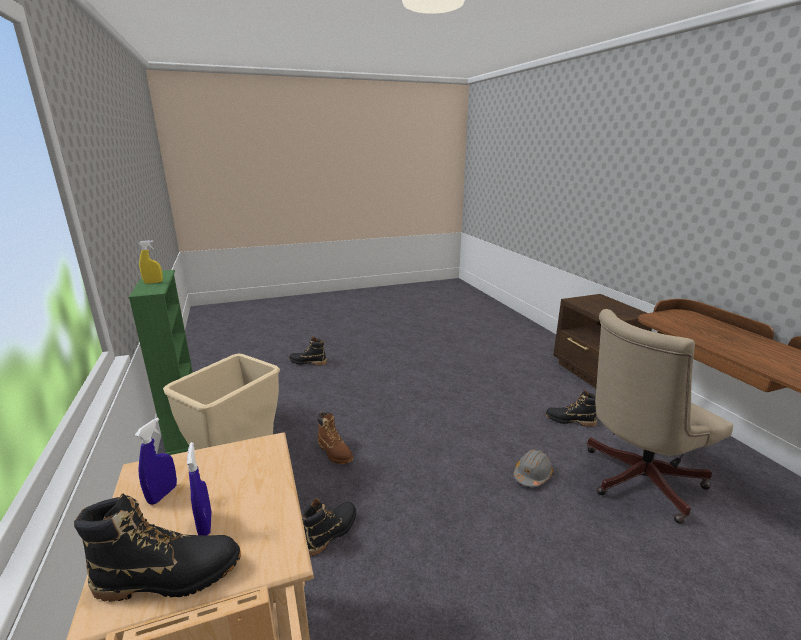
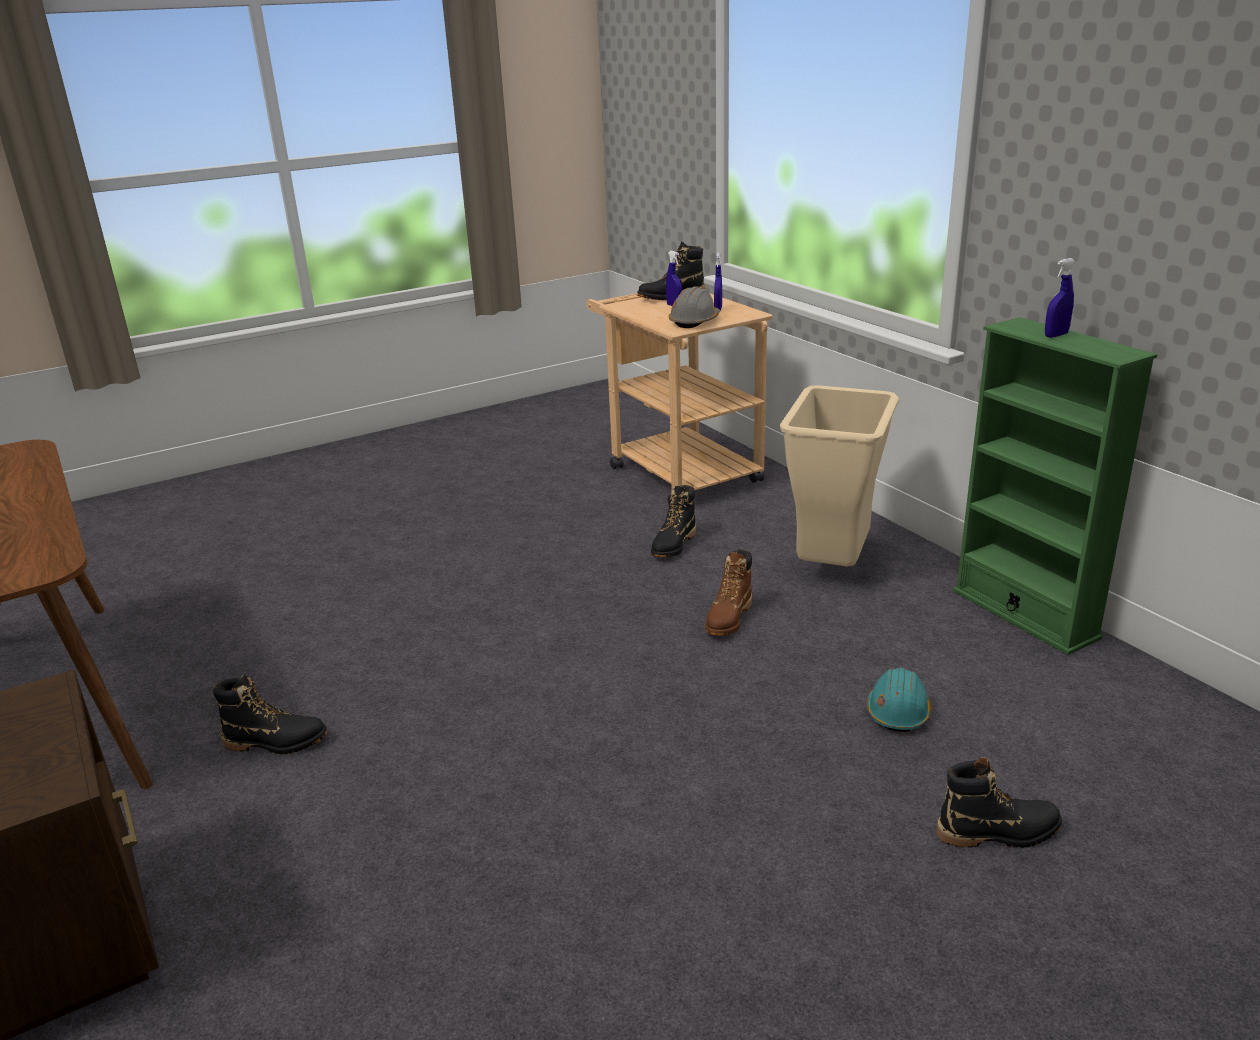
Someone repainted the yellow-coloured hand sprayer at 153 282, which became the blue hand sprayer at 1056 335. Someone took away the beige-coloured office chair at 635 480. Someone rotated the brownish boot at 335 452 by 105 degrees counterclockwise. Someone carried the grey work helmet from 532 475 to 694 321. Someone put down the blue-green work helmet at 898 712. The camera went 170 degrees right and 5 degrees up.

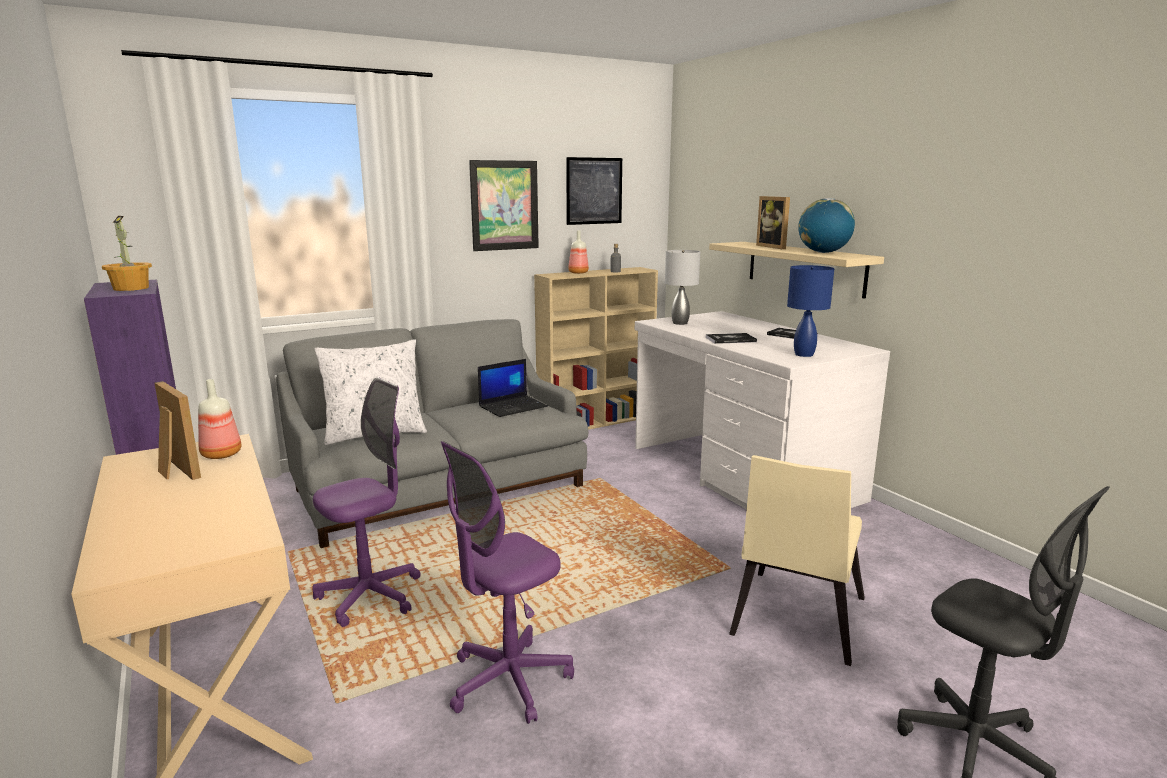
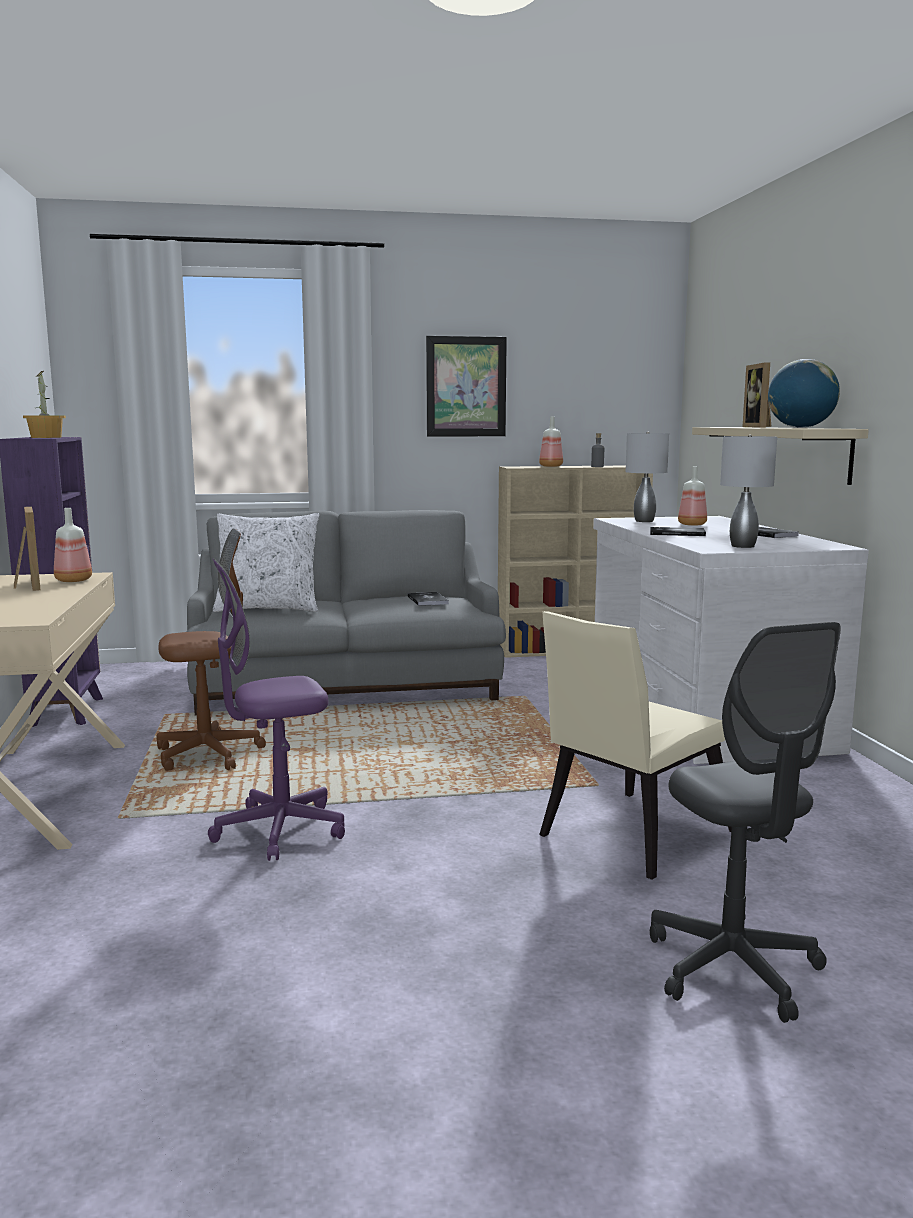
Someone took away the wall picture at 594 191. Someone repainted the blue table lamp at 803 354, which became the grey table lamp at 742 546. Someone swapped the portable computer at 513 406 for the bound book at 427 600. Someone repainted the purple office chair at 370 596, which became the brownish office chair at 208 754. Someone put down the bottle at 693 524. The camera went 20 degrees right and 5 degrees down.

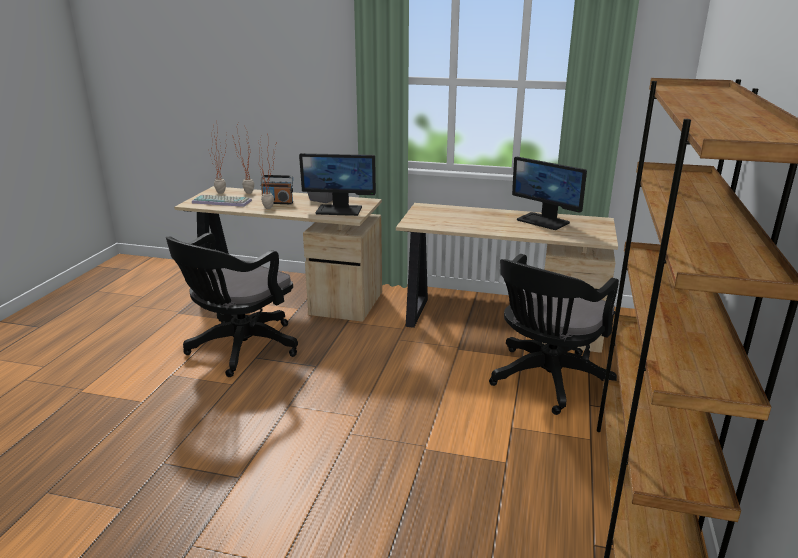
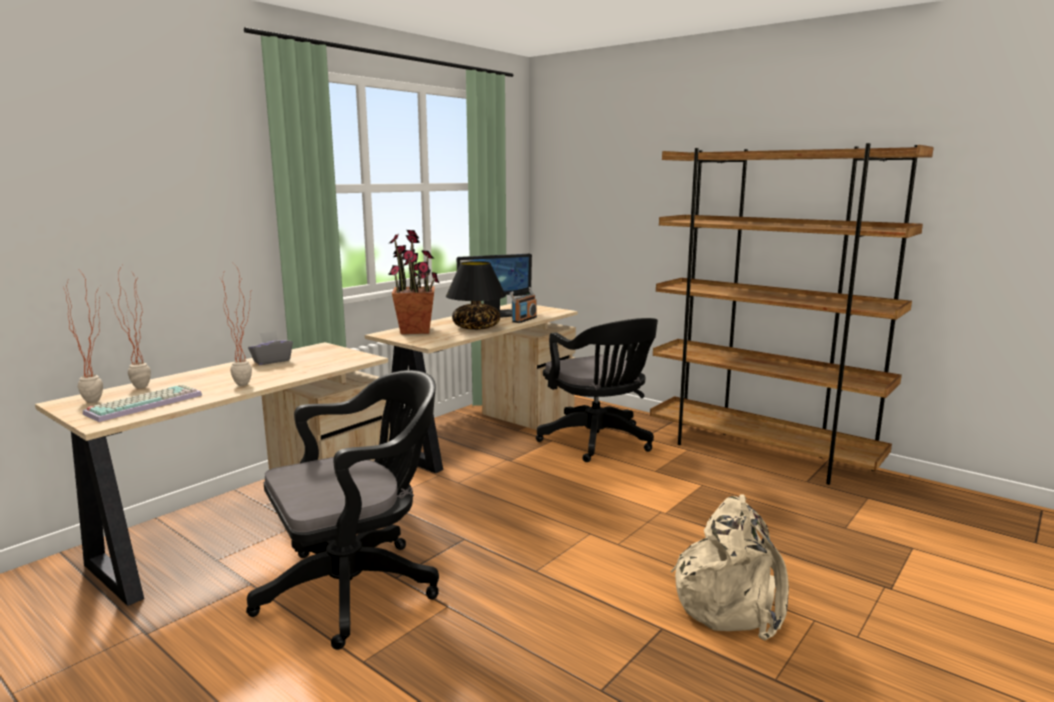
Someone took away the monitor at 339 210. Someone carried the radio from 278 202 to 524 319. Someone rotated the black office chair at 239 349 by 90 degrees counterclockwise. Someone put down the houseplant at 415 331. Someone put down the black table lamp at 476 327. Someone put down the beige-coloured rucksack at 731 602. The camera went 65 degrees left and 10 degrees down.

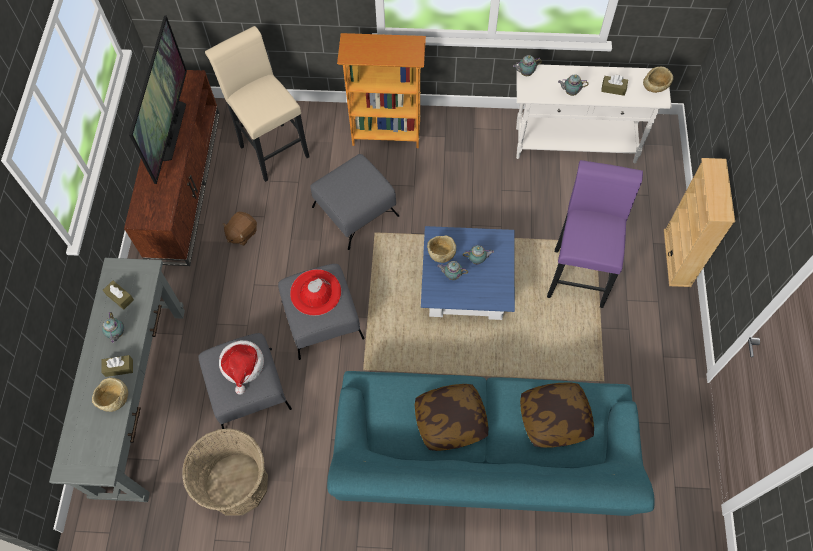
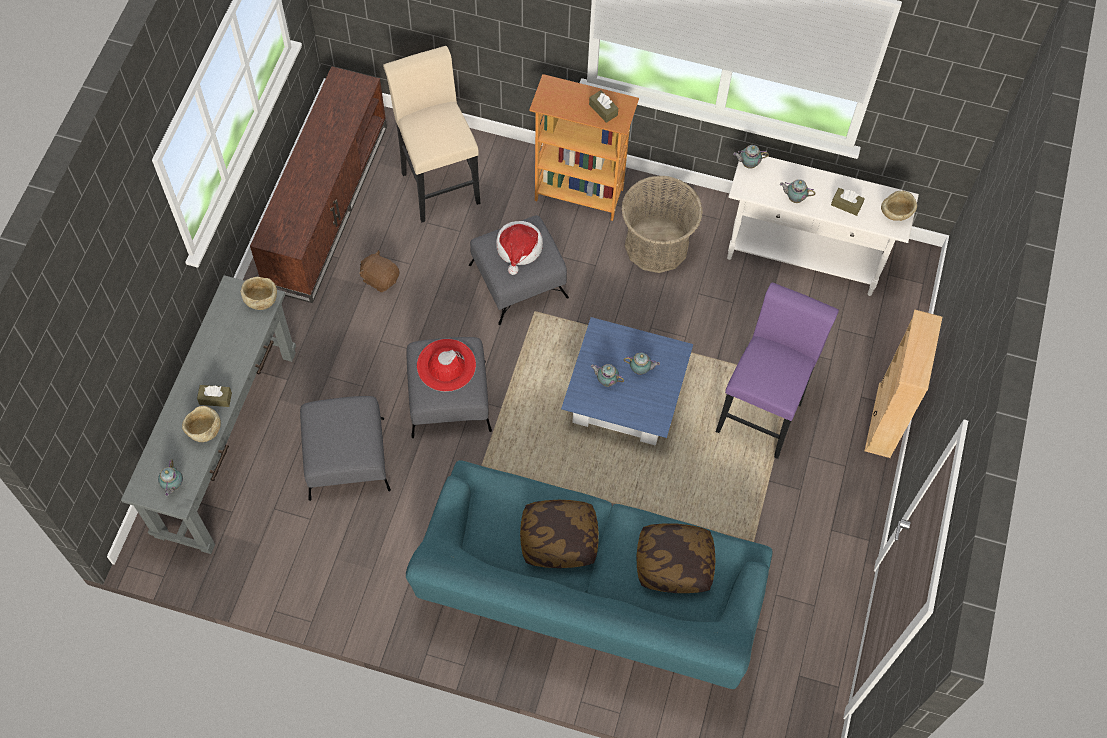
Someone took away the TV at 171 131. Someone rotated the brownish soft toy at 242 233 by 75 degrees clockwise. Someone carried the beige-coloured deep dish from 441 254 to 261 300. Someone carried the brownish tissue holder from 120 297 to 603 110. Someone carried the teapot from 117 334 to 173 485. Someone carried the wearable hat from 242 366 to 519 249. Someone carried the storage basket from 236 484 to 656 245. The camera went 10 degrees right and 0 degrees up.

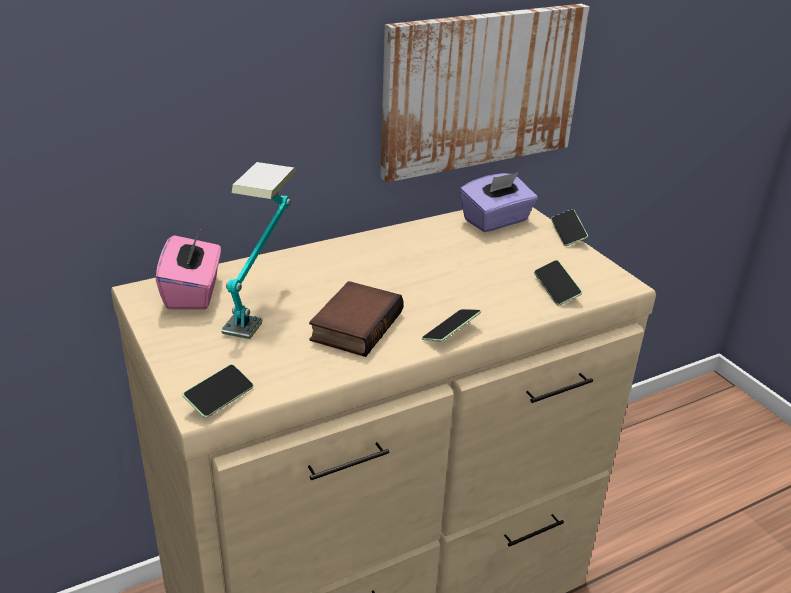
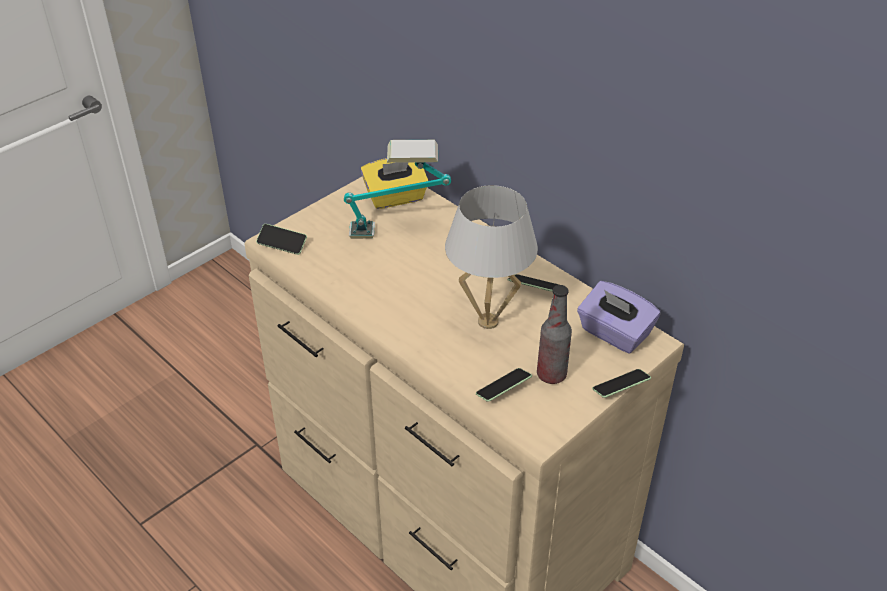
Someone took away the wall picture at 481 89. Someone repainted the pinkish tissue holder at 193 293, which became the yellow-coloured tissue holder at 395 197. Someone took away the bound book at 355 325. Someone carried the phone from 451 332 to 533 288. Someone put down the whitish table lamp at 488 322. Someone put down the bottle at 551 375. The camera went 75 degrees right and 10 degrees up.

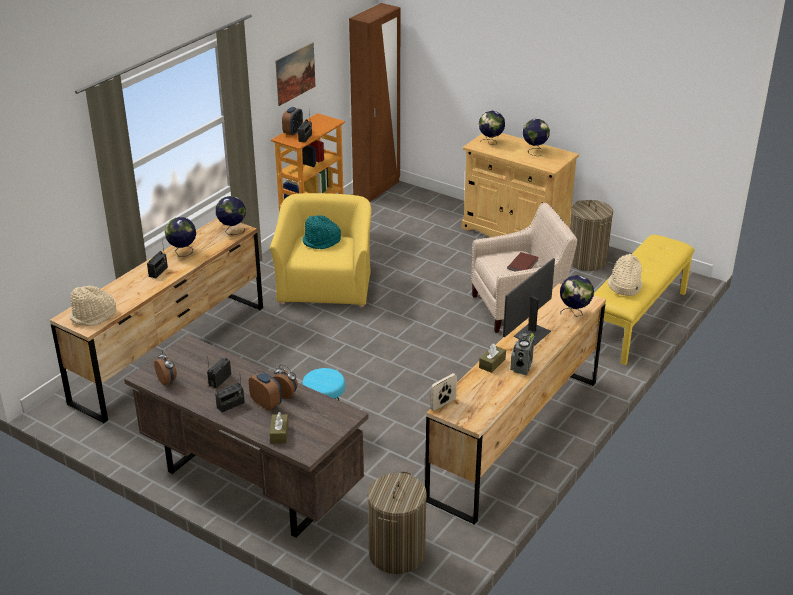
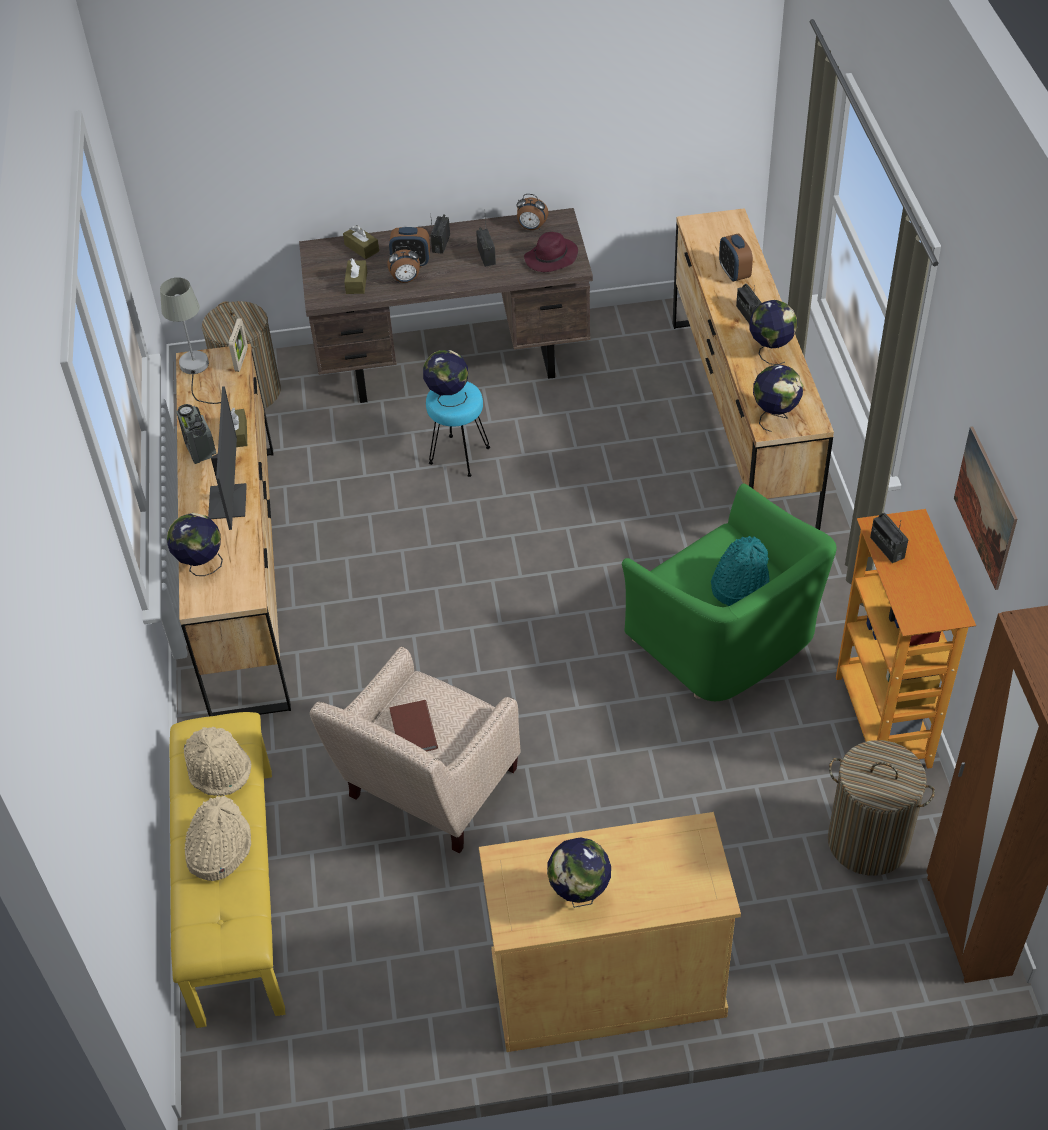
Someone carried the bedside clock from 293 132 to 734 273. Someone carried the globe from 491 142 to 448 399. Someone repainted the yellow-coloured easy chair at 325 286, which became the green-coloured easy chair at 726 639. Someone carried the laundry basket from 586 260 to 867 841. Someone carried the beige-coloured wearable hat from 94 316 to 218 848. Someone put down the purple wearable hat at 551 259. Someone put down the brownish tissue holder at 356 283. Someone put down the grey table lamp at 195 370. The camera went 140 degrees right and 15 degrees up.

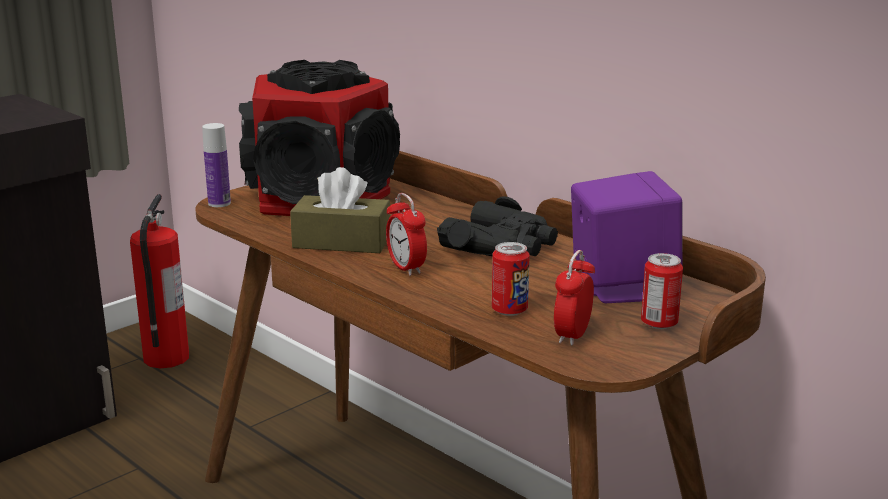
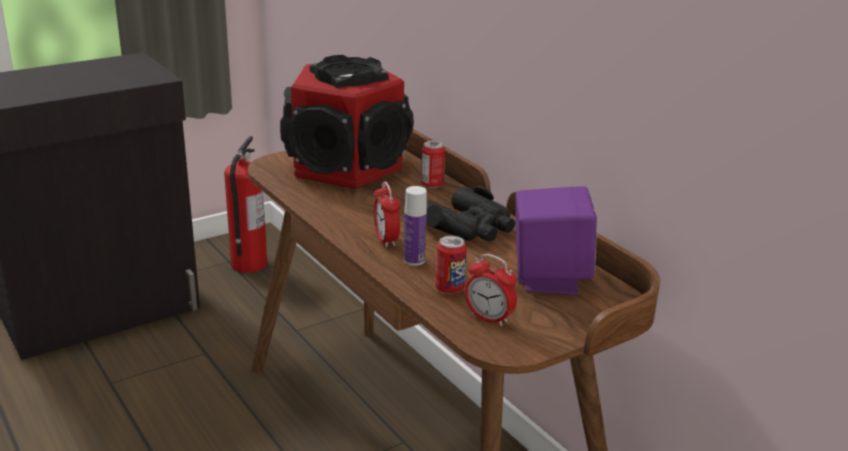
Someone carried the bottle from 219 203 to 414 260. Someone took away the brownish tissue holder at 342 242. Someone rotated the bedside clock at 572 335 by 90 degrees counterclockwise. Someone carried the sealed can from 659 323 to 432 184. The camera went 10 degrees right and 5 degrees up.

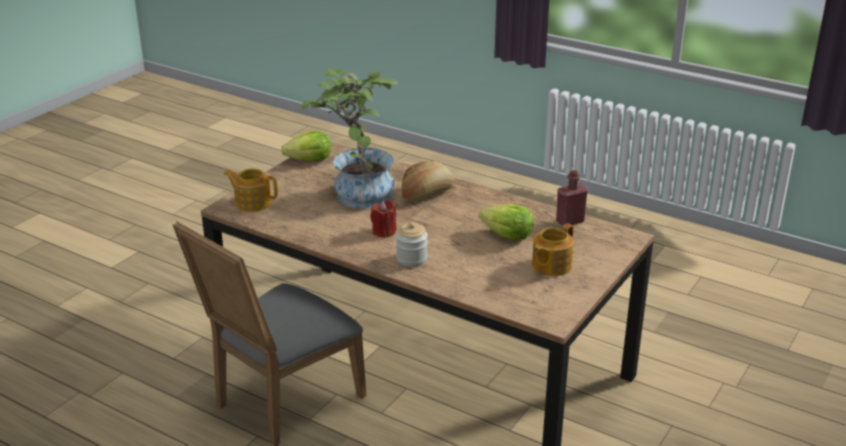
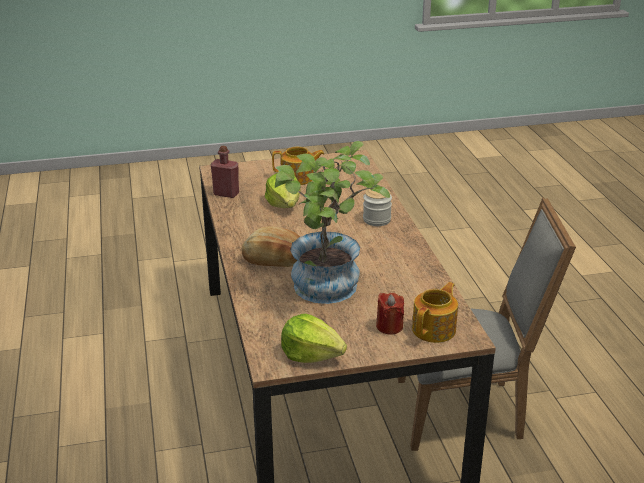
Someone rotated the teapot at 252 202 by 120 degrees counterclockwise. Someone carried the red-coloured wax light from 384 231 to 389 326. The camera went 135 degrees left and 0 degrees up.

